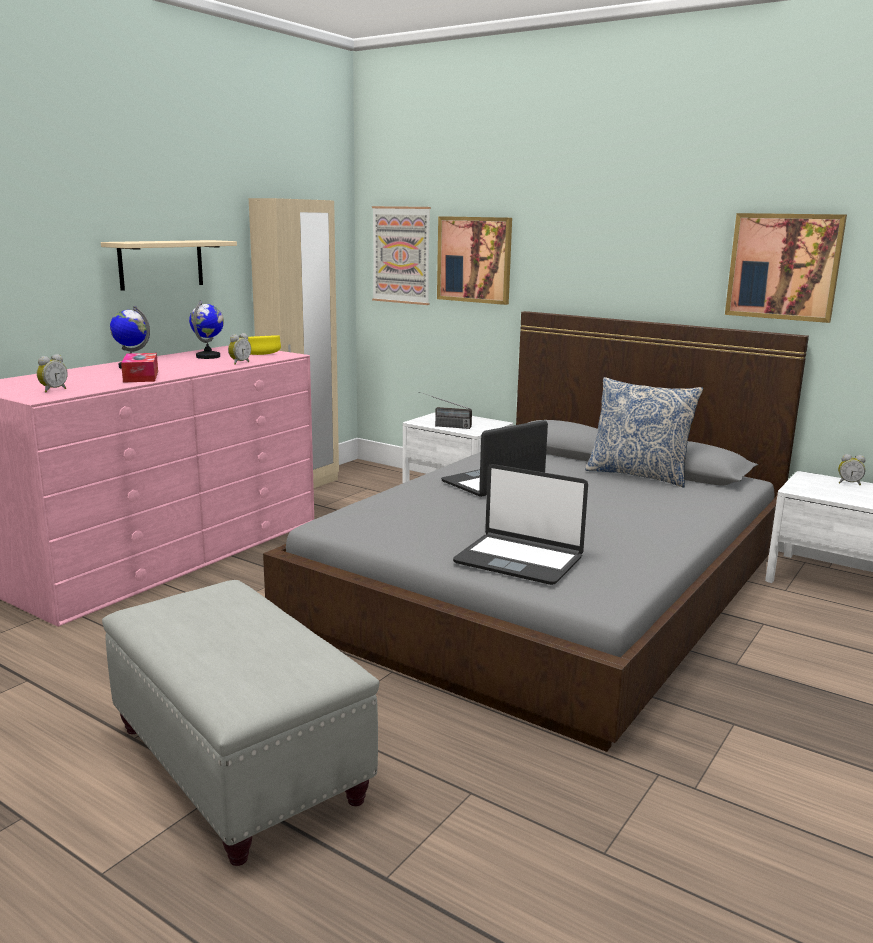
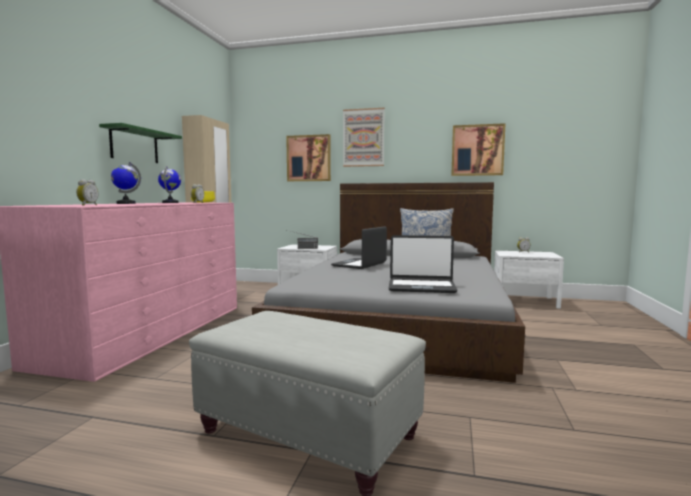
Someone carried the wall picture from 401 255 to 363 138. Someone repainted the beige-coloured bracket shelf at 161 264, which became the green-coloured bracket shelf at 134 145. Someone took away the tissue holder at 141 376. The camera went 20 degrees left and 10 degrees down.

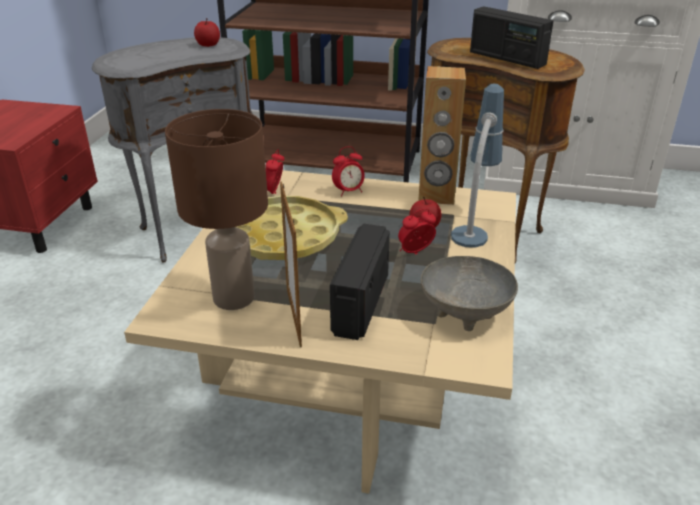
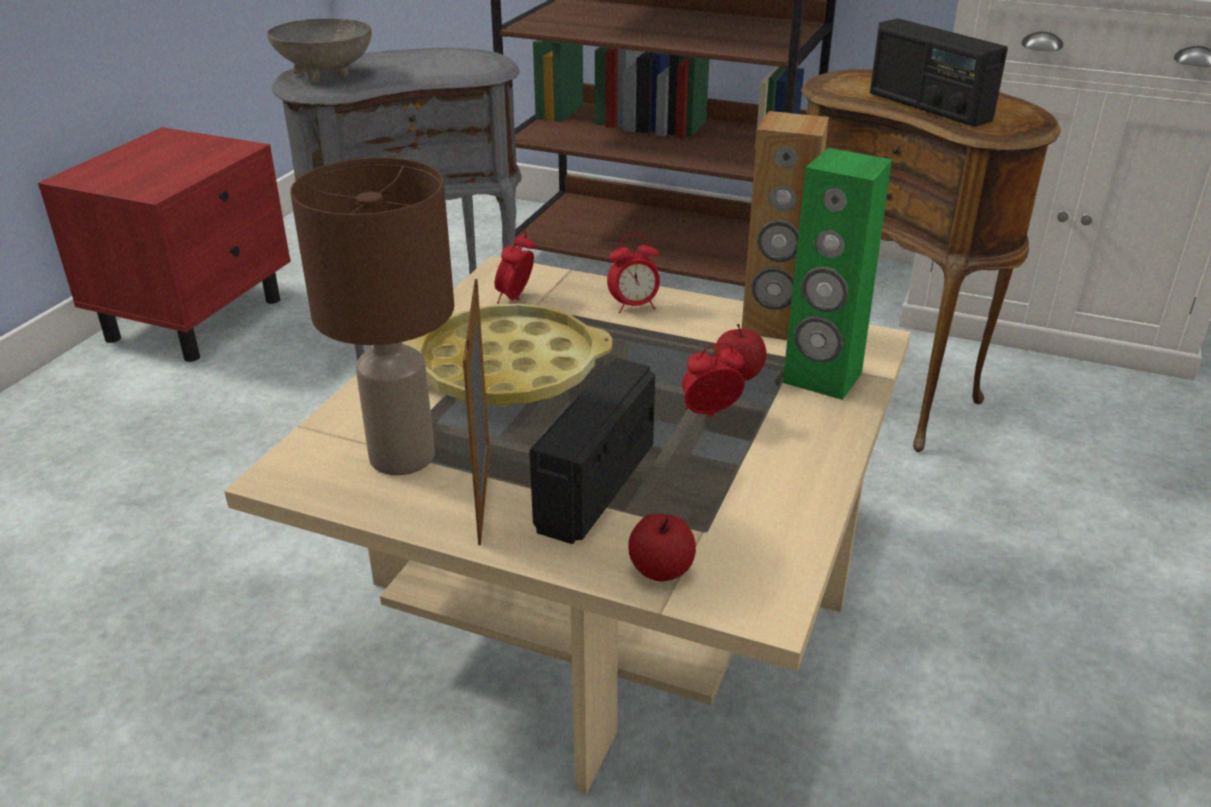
Someone carried the whole apple from 208 45 to 661 570. Someone swapped the table lamp at 474 225 for the green-coloured loudspeaker at 822 378. Someone carried the grey deep dish from 467 313 to 327 74. The camera went 10 degrees right and 0 degrees up.

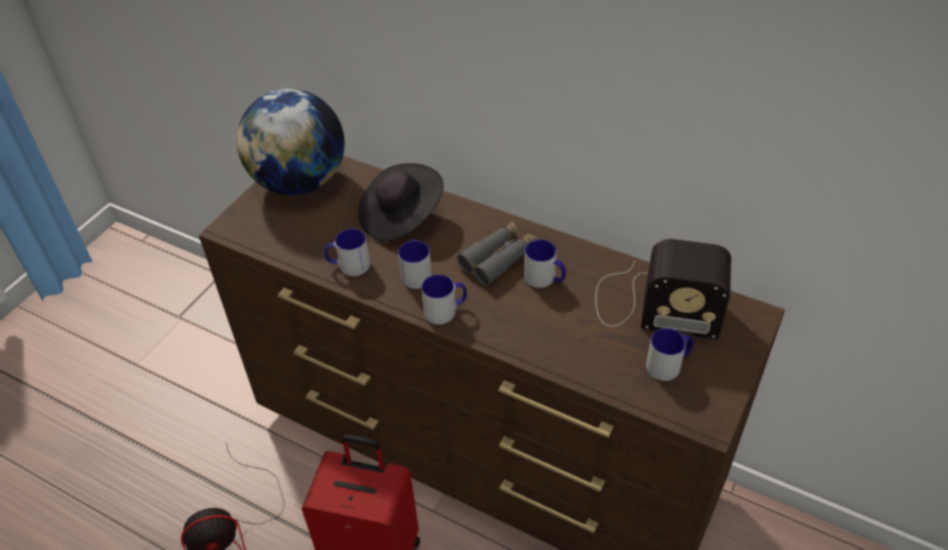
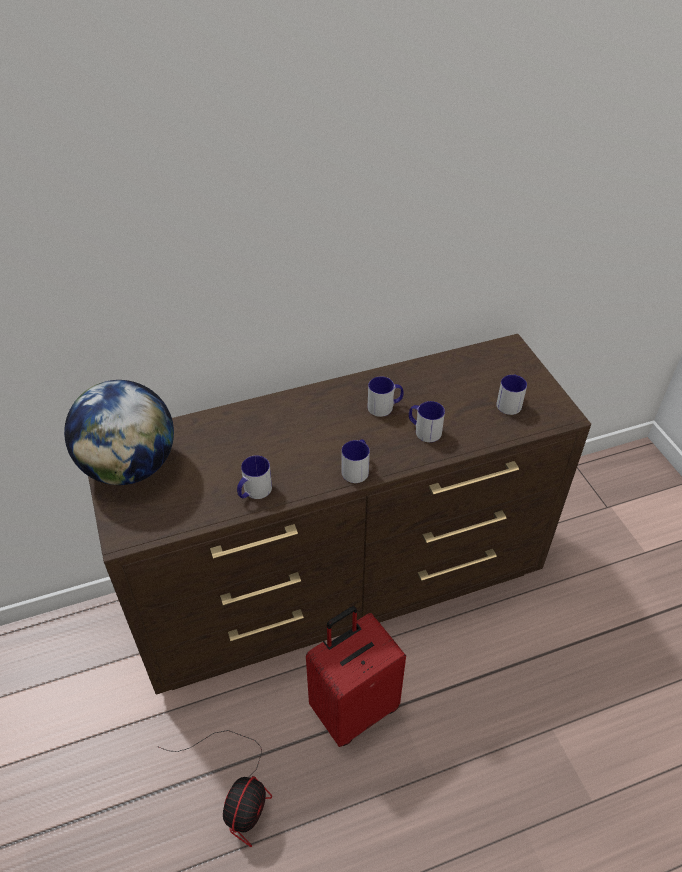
Someone took away the black wearable hat at 401 217. Someone took away the grey pair of binoculars at 499 258. Someone carried the tea mug from 416 273 to 424 430. Someone took away the radio at 652 306. The camera went 50 degrees left and 0 degrees up.

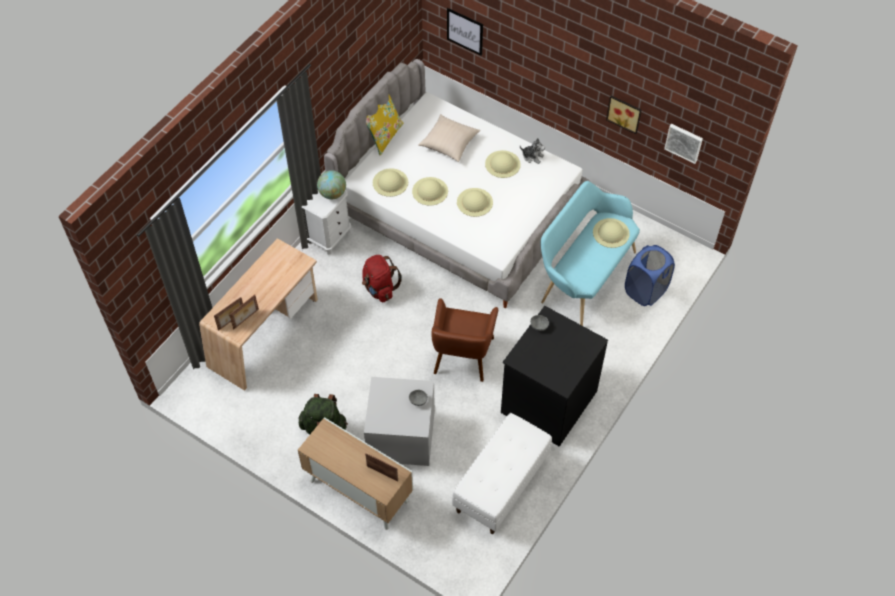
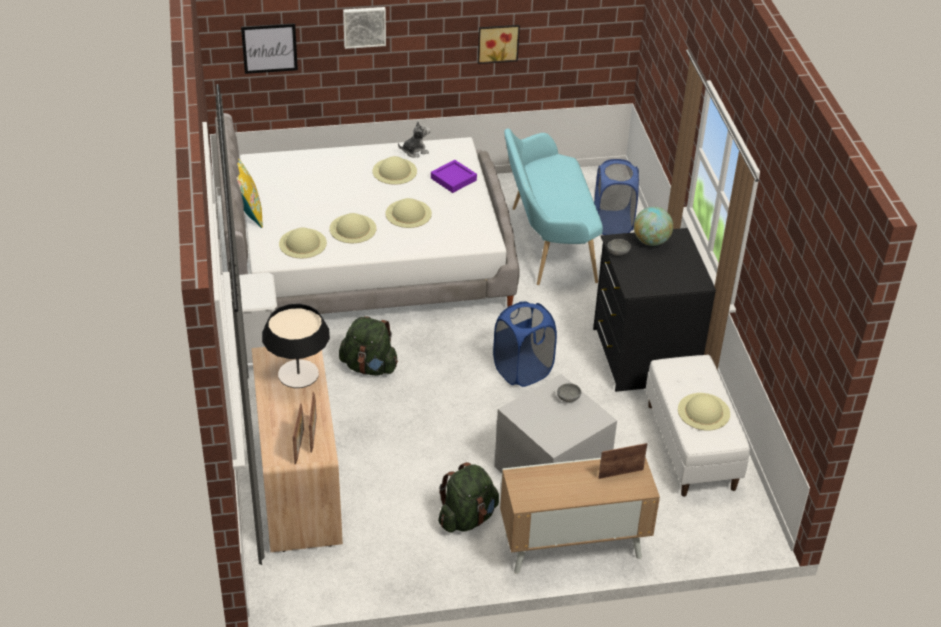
Someone took away the beige-coloured pillow at 449 143. Someone carried the wall picture from 684 142 to 364 26. Someone carried the globe from 332 194 to 651 241. Someone carried the beige-coloured wearable hat from 611 233 to 704 411. Someone repainted the red-coloured rucksack at 379 288, which became the green-coloured rucksack at 369 367. Someone swapped the brownish easy chair at 462 356 for the blue laundry basket at 522 371. Someone put down the purple carrying tray at 453 179. Someone put down the table lamp at 298 374. The camera went 45 degrees left and 15 degrees down.

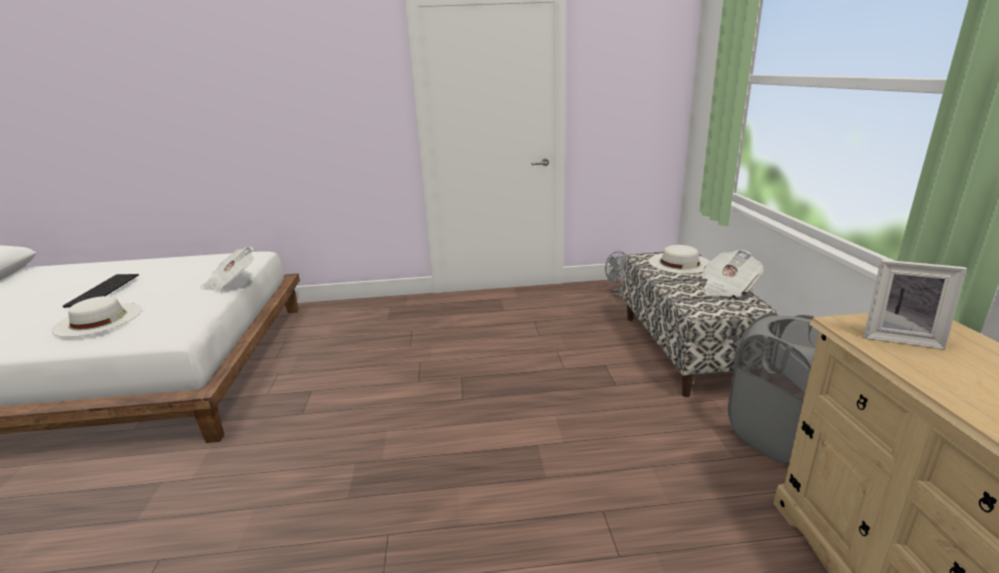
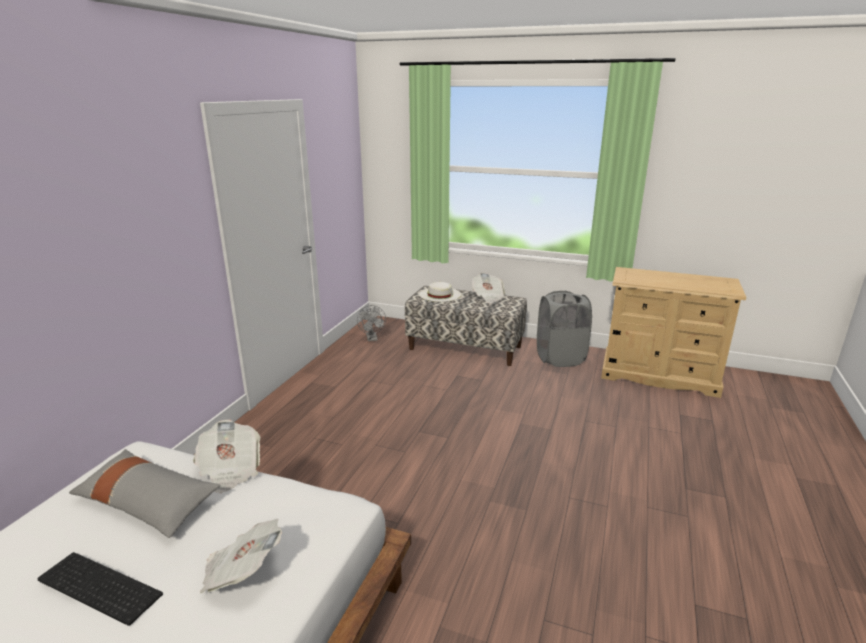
Someone took away the standing frame at 900 337. Someone swapped the whitish wearable hat at 98 319 for the newspaper at 242 571. Someone put down the grey pillow at 147 502. The camera went 65 degrees left and 0 degrees up.

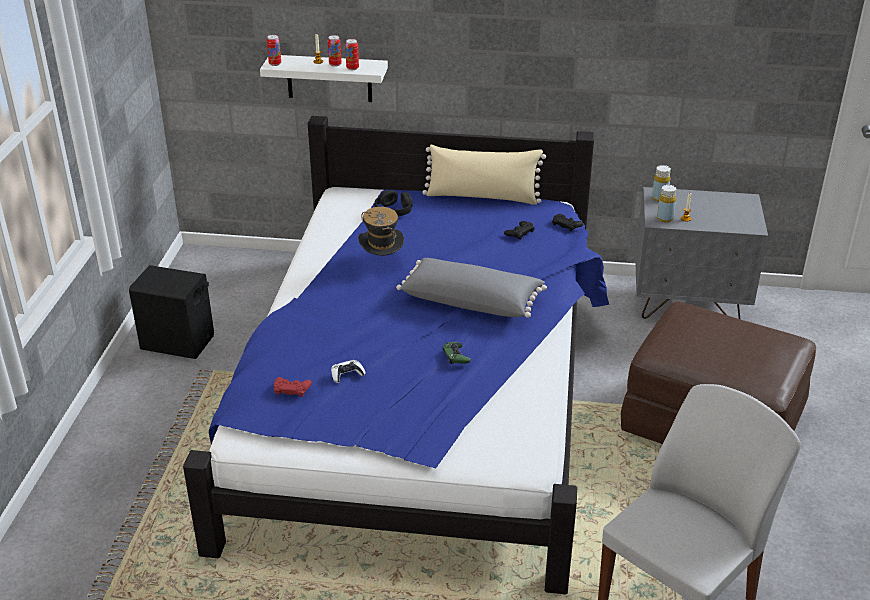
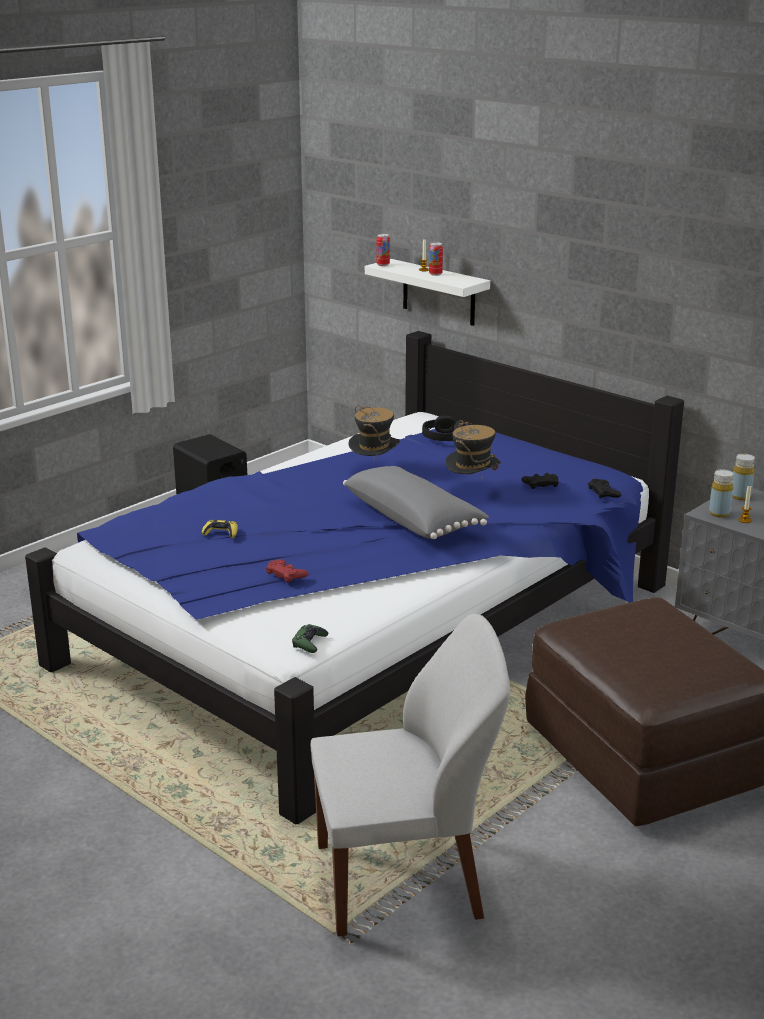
Someone took away the sealed can at 352 68. Someone took away the beige-coloured pillow at 482 197. Someone carried the green-coloured gamepad from 456 356 to 309 642. Someone repainted the whitish gamepad at 347 374, which became the yellow-coloured gamepad at 221 533. Someone carried the red-coloured gamepad from 291 389 to 286 574. Someone put down the wearable hat at 472 490. The camera went 35 degrees right and 10 degrees down.

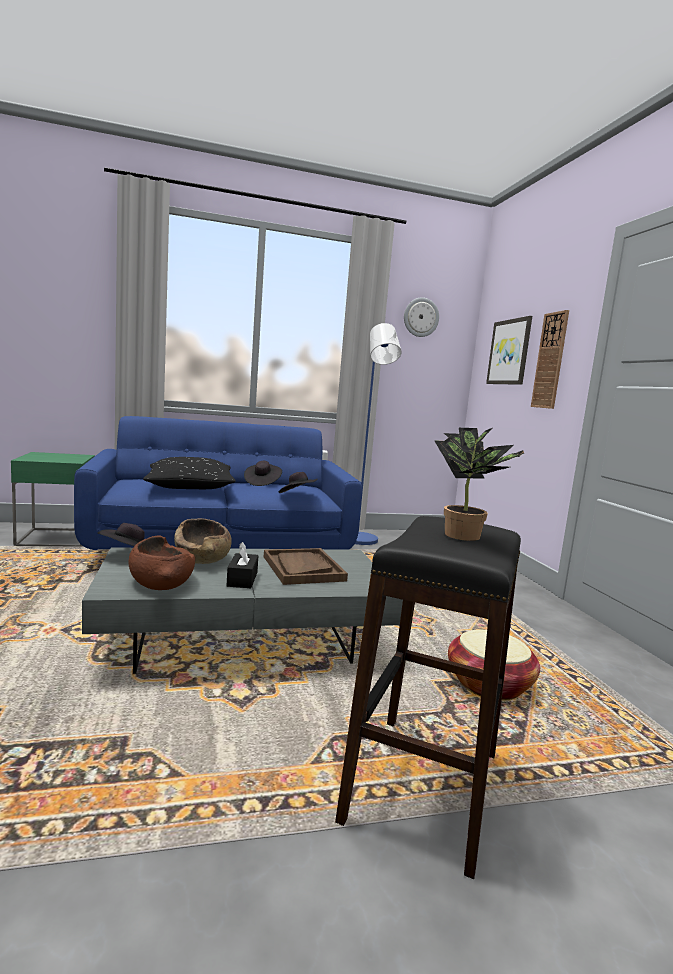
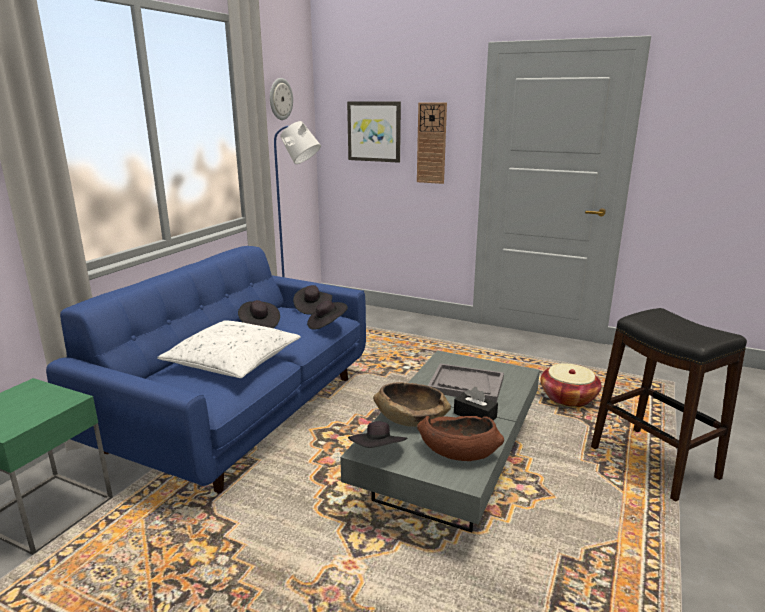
Someone took away the houseplant at 467 536. Someone repainted the black pillow at 190 486, which became the whitish pillow at 233 361. Someone repainted the brownish carrying tray at 303 568, which became the grey carrying tray at 466 385. Someone put down the black wearable hat at 312 308. The camera went 50 degrees left and 10 degrees up.

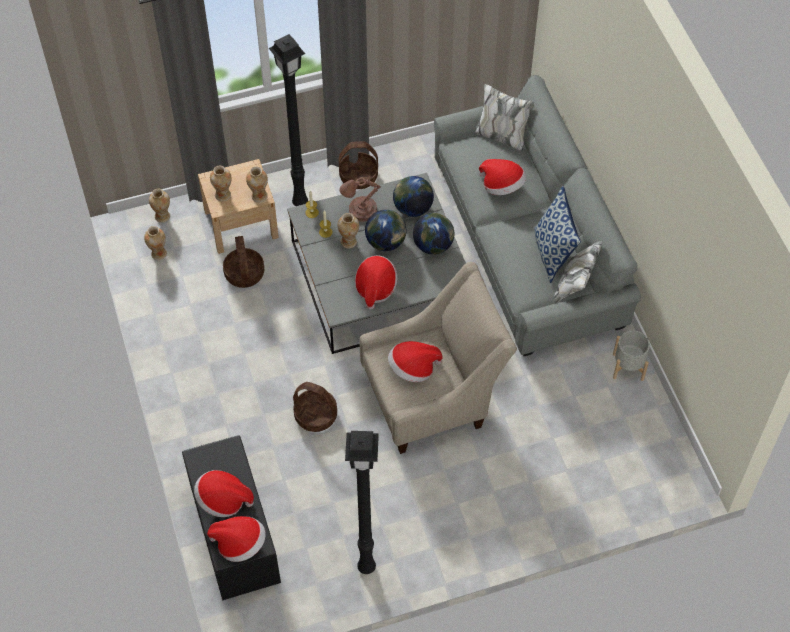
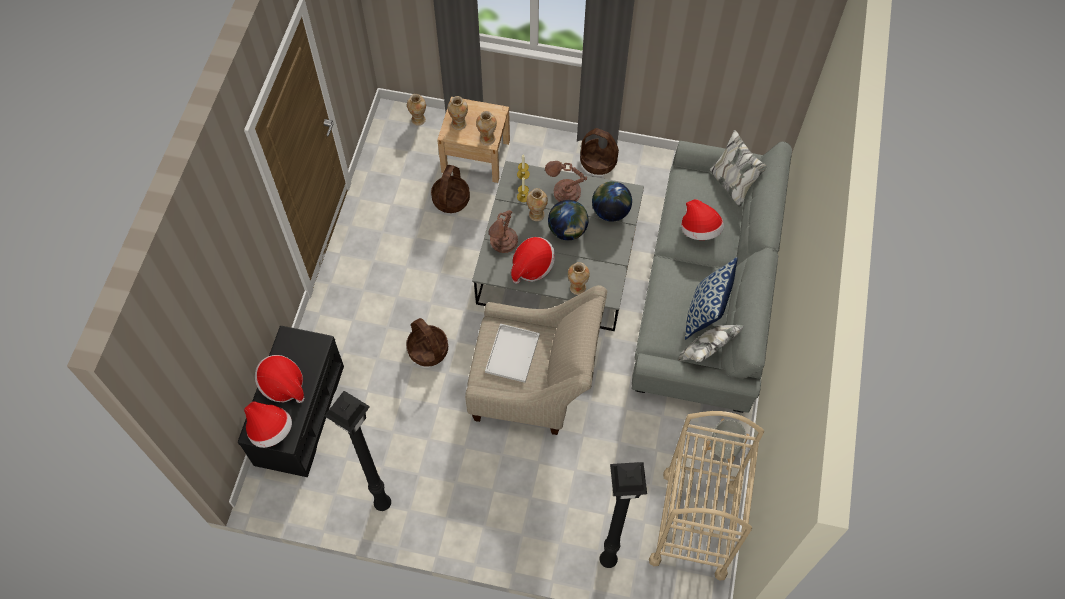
Someone carried the black floor lamp from 300 201 to 609 559. Someone took away the globe at 433 245. Someone carried the vase from 158 254 to 577 288. Someone swapped the wearable hat at 413 369 for the whitish carrying tray at 512 354. Someone put down the brownish table lamp at 503 243. Someone put down the beige-coloured wheeled cart at 694 524. The camera went 30 degrees right and 5 degrees up.

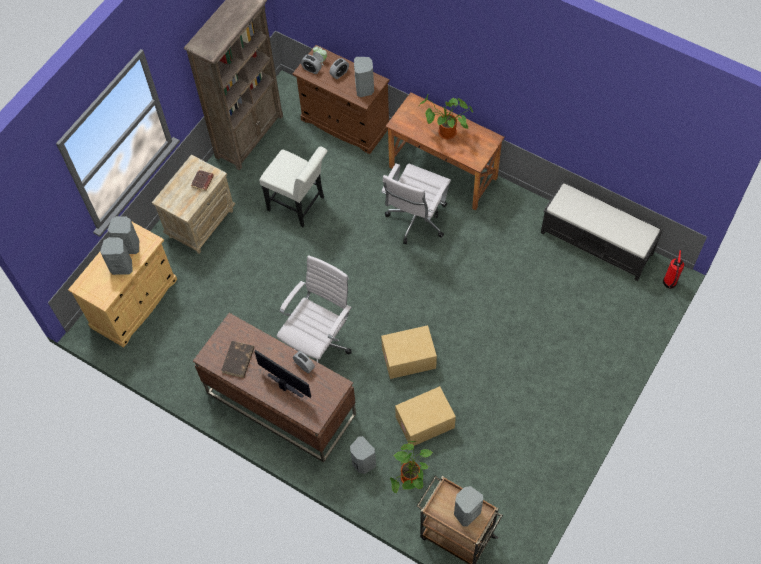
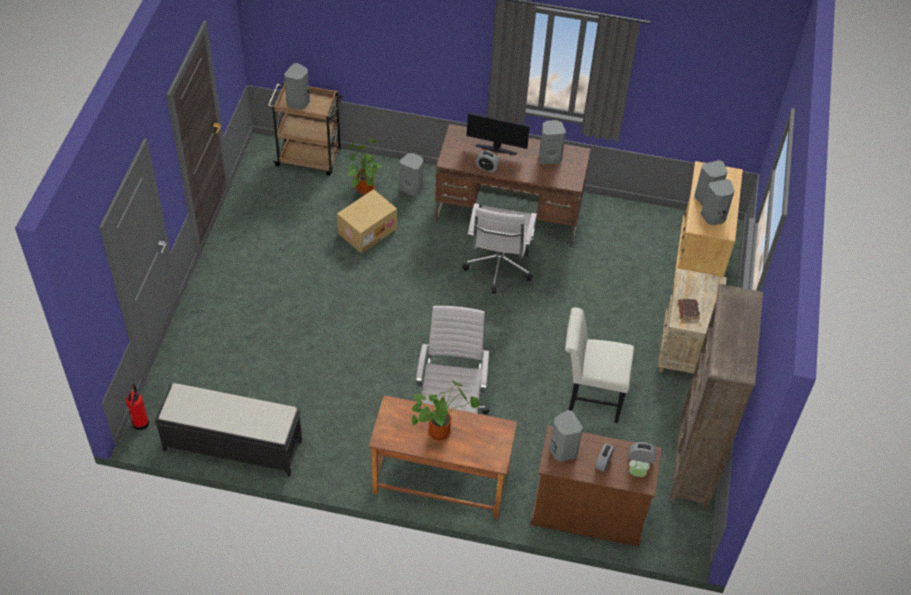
Someone took away the cardboard box at 408 359. Someone swapped the brownish bound book at 238 360 for the grey loudspeaker at 549 157. The camera went 155 degrees right and 10 degrees down.

